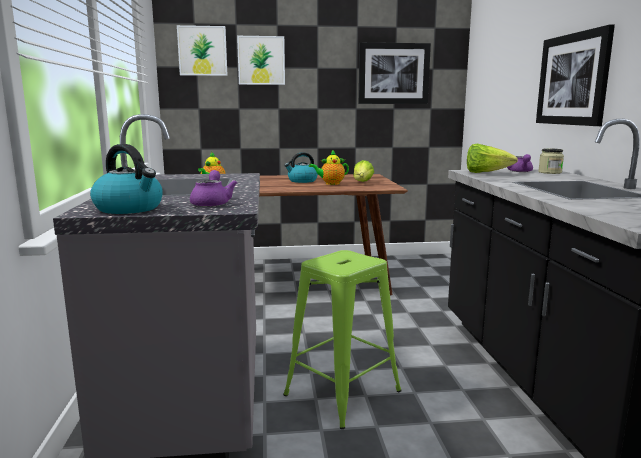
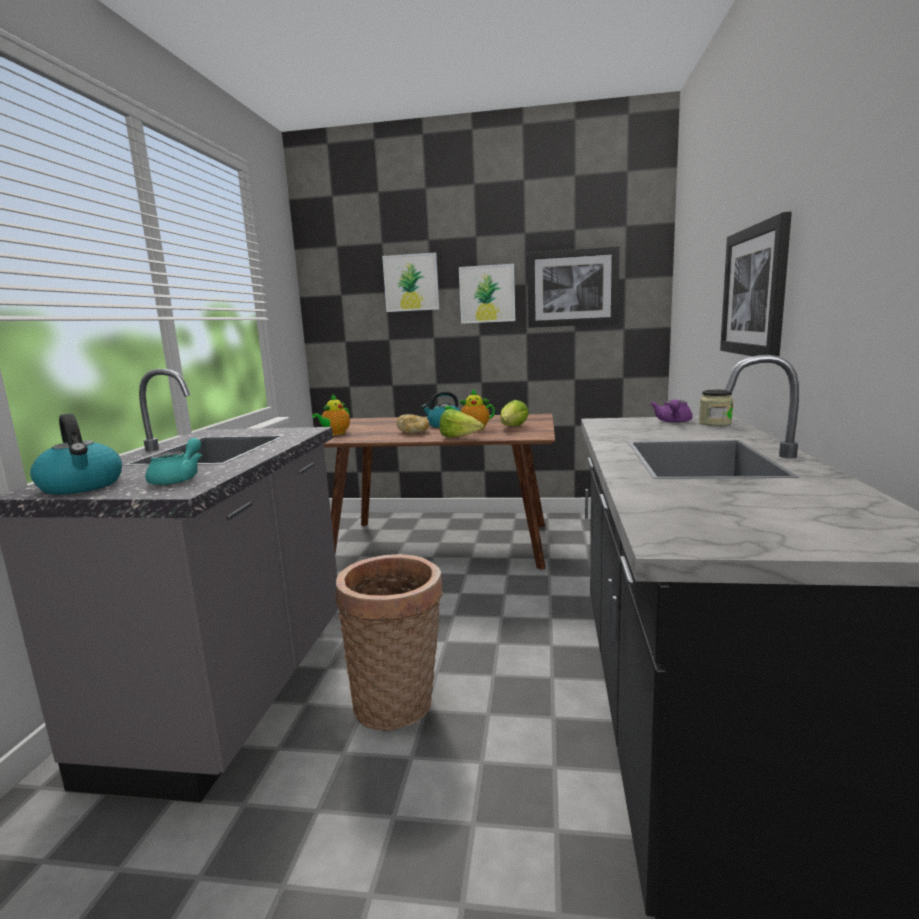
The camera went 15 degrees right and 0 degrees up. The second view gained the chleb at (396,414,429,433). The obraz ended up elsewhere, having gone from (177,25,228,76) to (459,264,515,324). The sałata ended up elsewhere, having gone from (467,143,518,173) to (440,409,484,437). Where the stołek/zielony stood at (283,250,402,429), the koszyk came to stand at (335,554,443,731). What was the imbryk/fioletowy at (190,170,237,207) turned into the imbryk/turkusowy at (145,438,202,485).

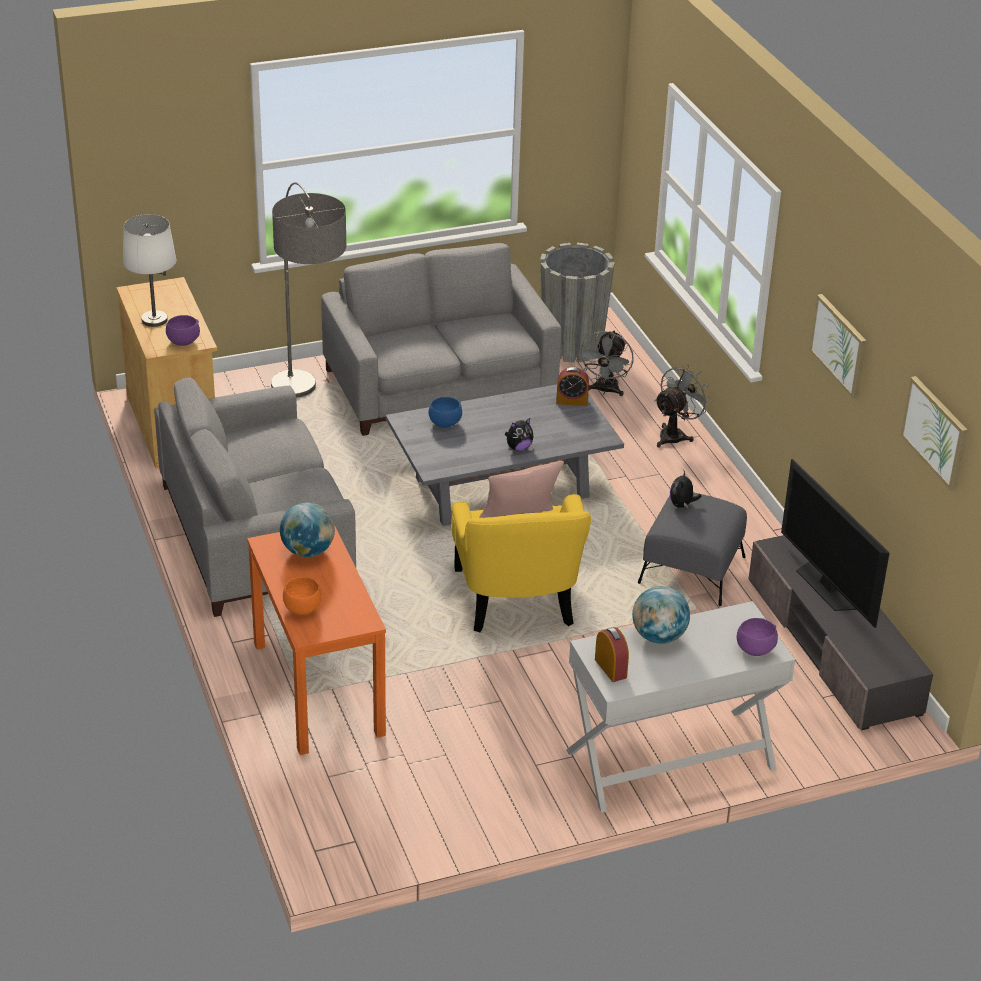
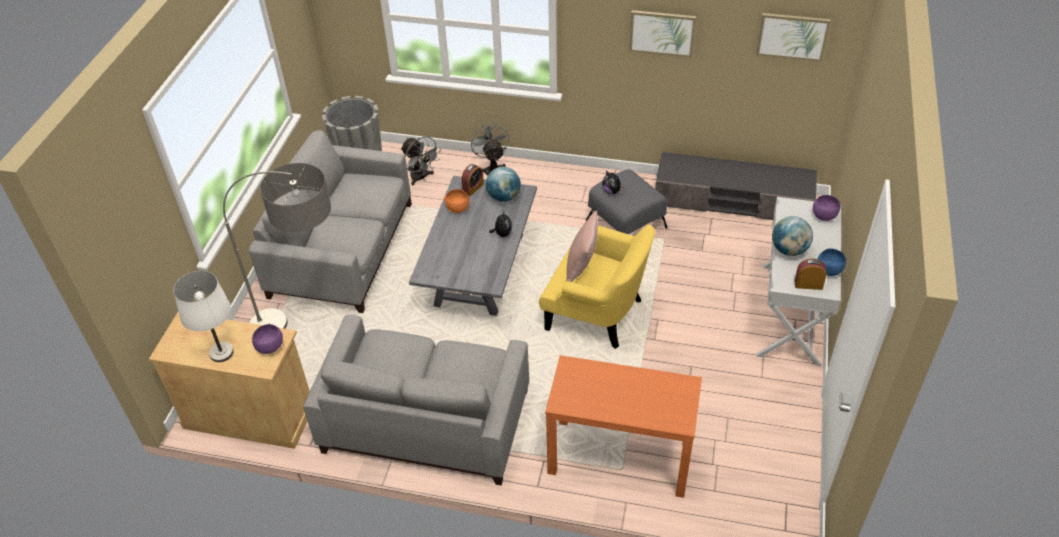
The camera went 55 degrees left and 10 degrees up. The second view lost the telewizor at (781,459,890,628). The globus ended up elsewhere, having gone from (280,503,335,557) to (486,167,521,202). The miska/pomarańczowy ended up elsewhere, having gone from (283,577,322,615) to (444,189,470,213). The miska/niebieski ended up elsewhere, having gone from (428,397,462,428) to (818,248,846,276).

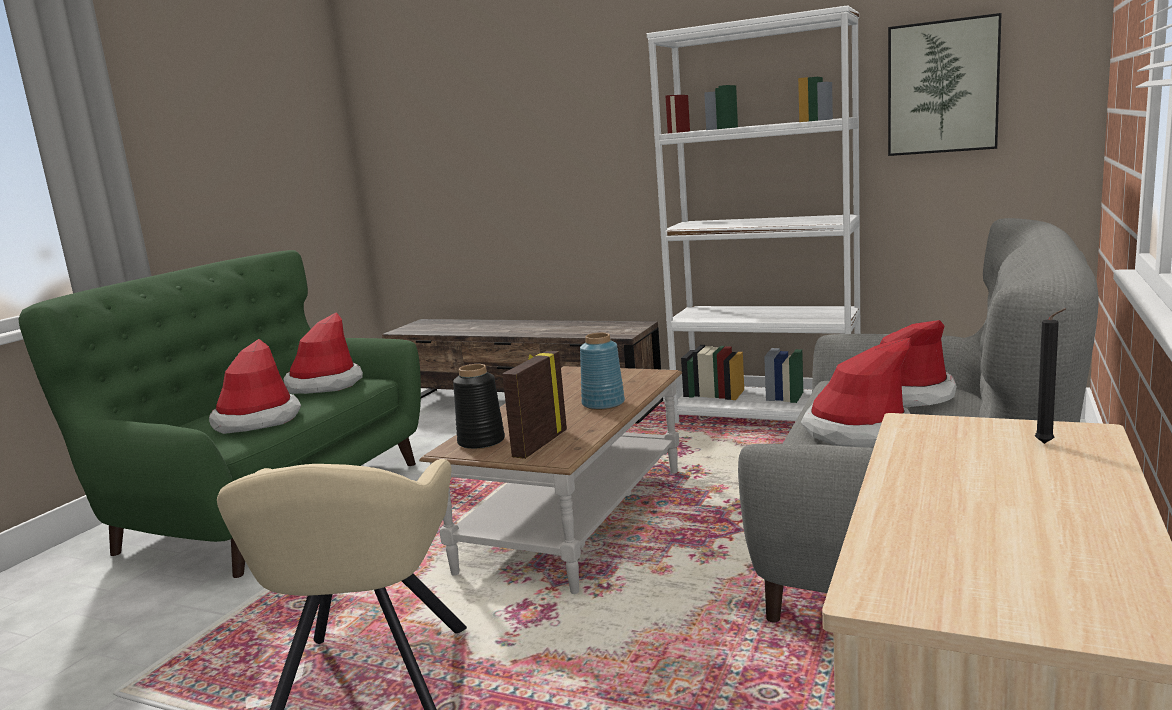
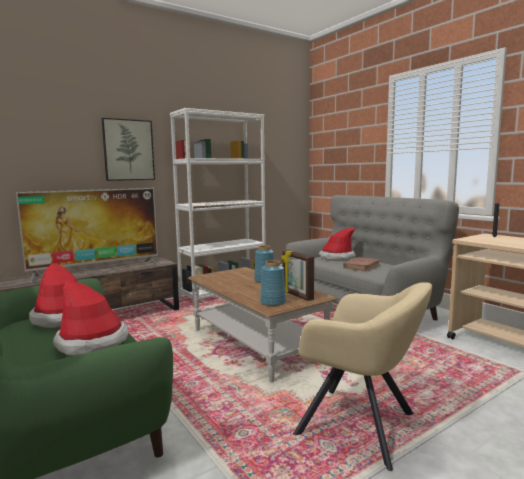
The camera went 60 degrees left and 5 degrees down. The second view gained the telewizor at (16,188,160,283). The obraz ended up elsewhere, having gone from (888,13,1002,156) to (101,118,155,181). Where the kapelusz stood at (800,338,911,448), the książka/brązowy came to stand at (343,257,381,272). What was the wazon/czarny at (453,364,505,449) turned into the wazon/niebieski at (260,260,286,306).

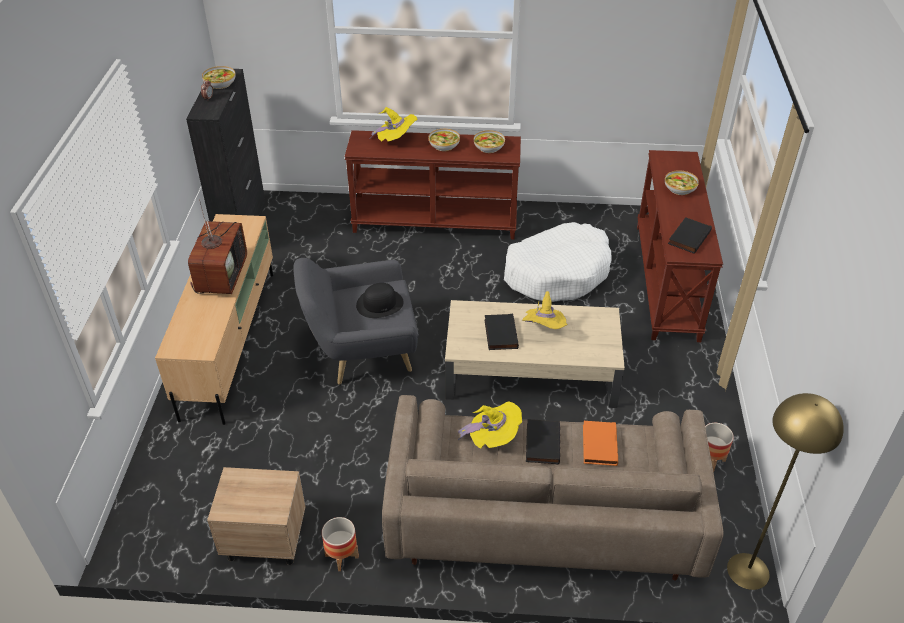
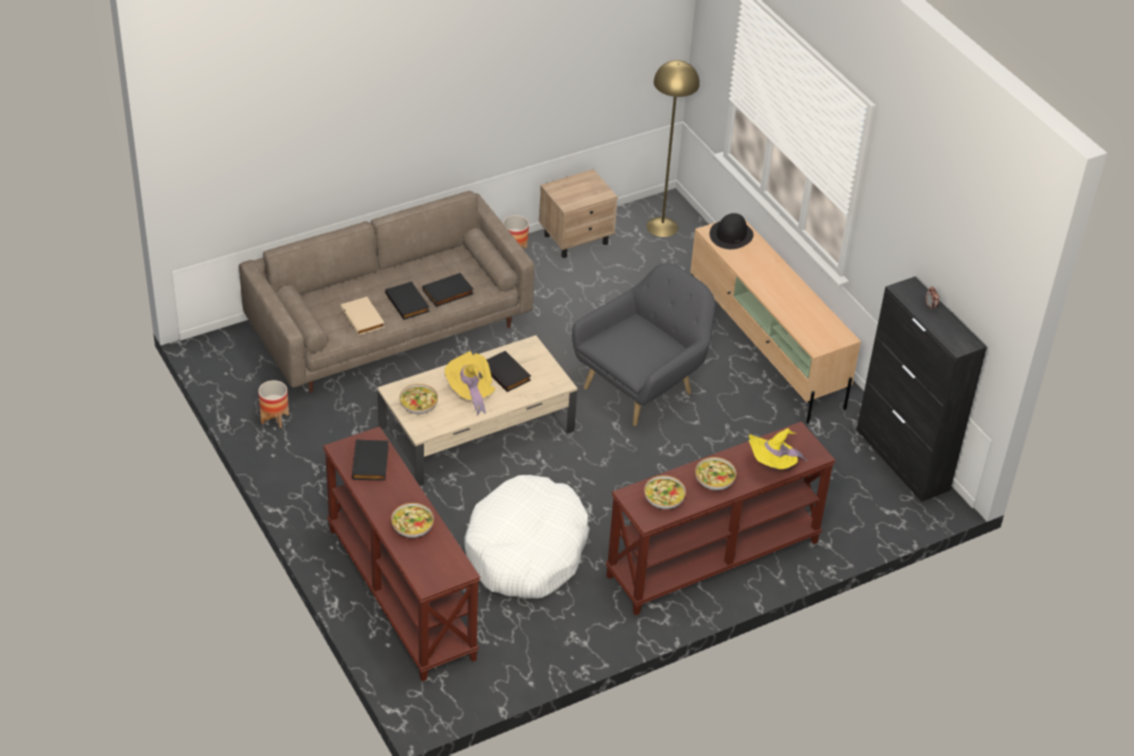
The camera went 145 degrees right and 0 degrees up. The second view lost the telewizor at (188,199,247,294). The miska ended up elsewhere, having gone from (202,66,236,89) to (399,384,438,414). The kapelusz/czarny ended up elsewhere, having gone from (356,283,404,318) to (710,213,754,249). The lampa stojąca/żółty ended up elsewhere, having gone from (727,393,844,590) to (646,60,700,237). Where the kapelusz/żółty stood at (458,402,522,449), the książka/czarny came to stand at (422,273,474,307). What was the książka/pomarańczowy at (583,421,618,466) turned into the książka/beżowy at (340,297,385,336).

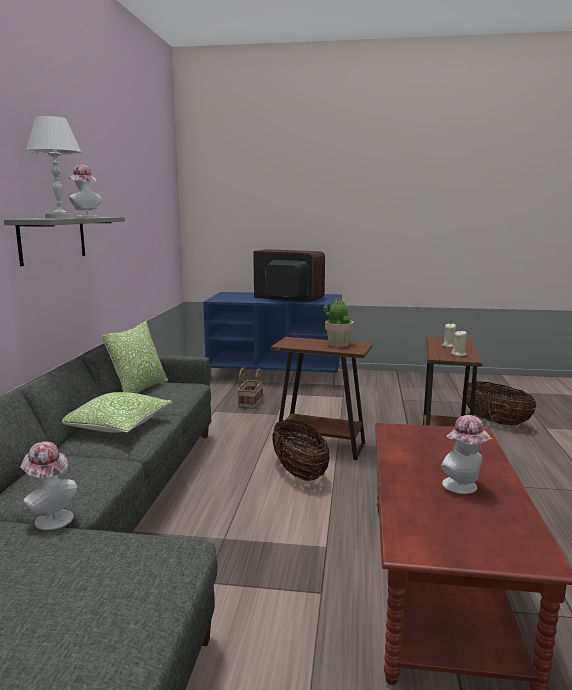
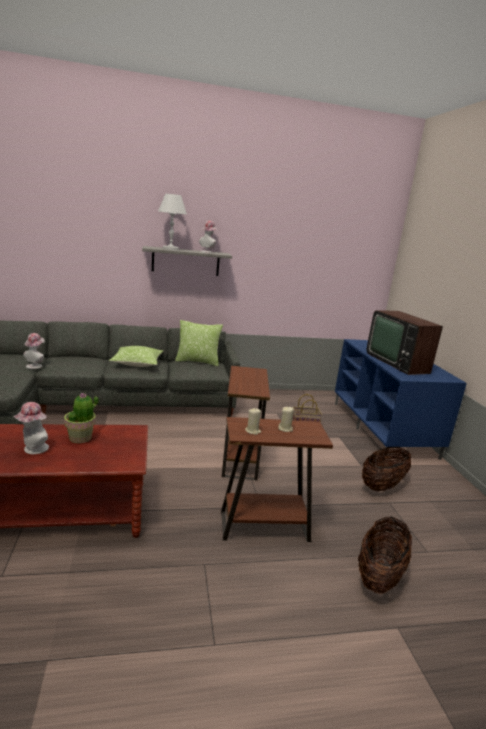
The camera went 70 degrees right and 5 degrees up. The koszyk ended up elsewhere, having gone from (272,420,330,481) to (362,447,411,491). The roślina doniczkowa ended up elsewhere, having gone from (323,298,354,347) to (64,393,98,443). The telewizor at (253,249,325,302) ended up facing another way, 150 degrees clockwise from before.

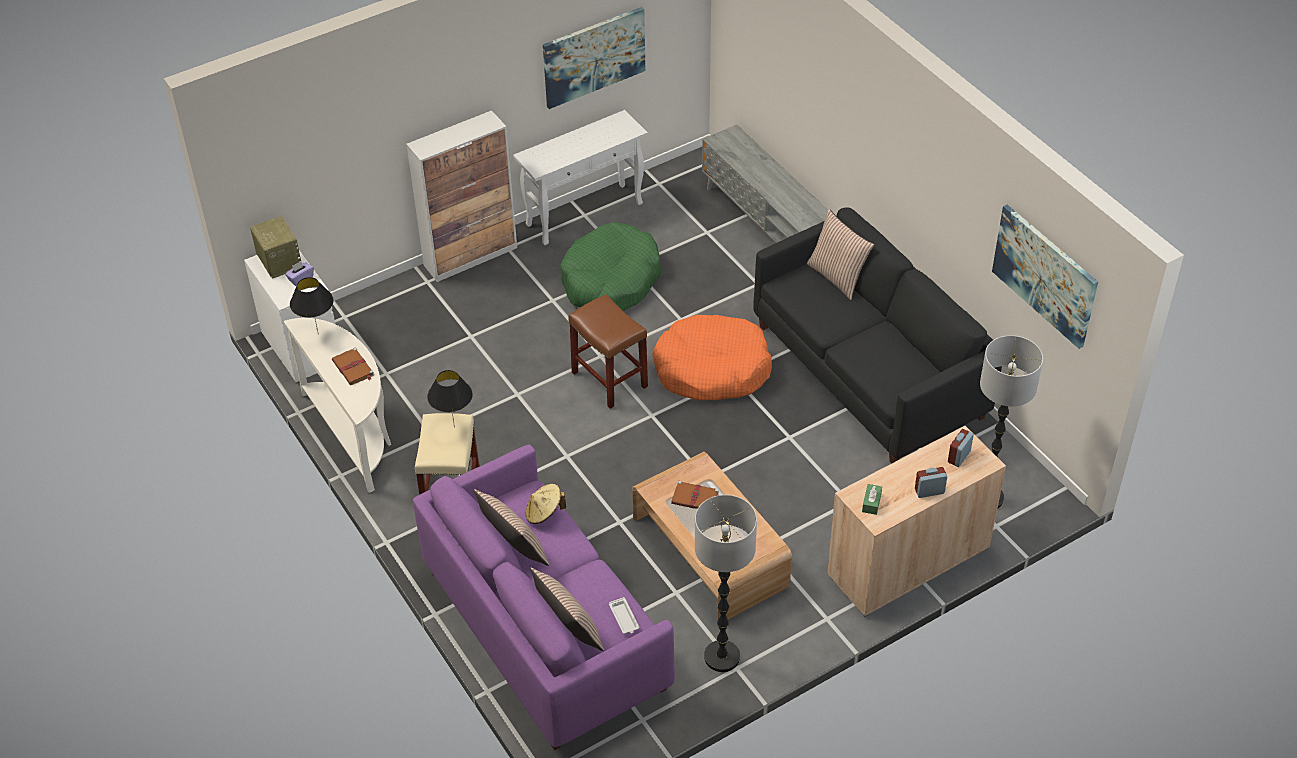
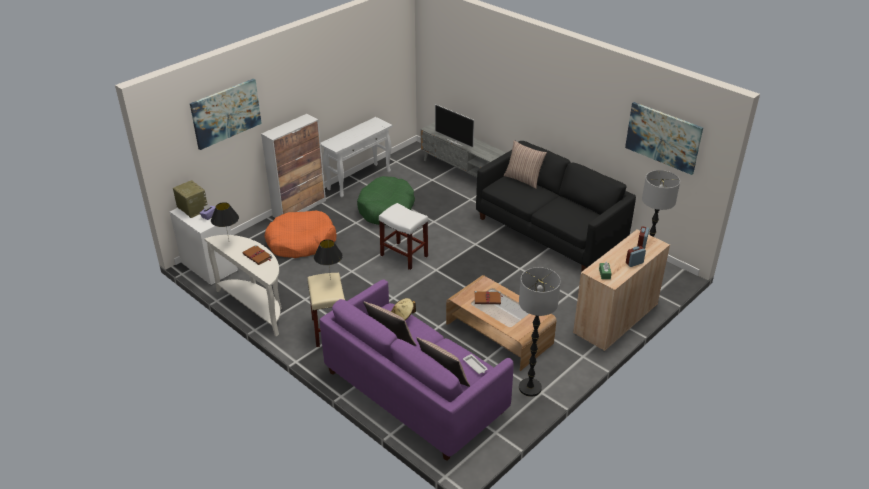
The camera went 15 degrees left and 10 degrees down. The second view gained the telewizor at (435,104,474,148). The obraz ended up elsewhere, having gone from (543,7,645,109) to (190,79,262,150). The legowisko/pomarańczowy ended up elsewhere, having gone from (652,315,772,401) to (264,210,337,258). What was the stołek/brązowy at (568,294,648,409) turned into the stołek/biały at (379,203,428,270).

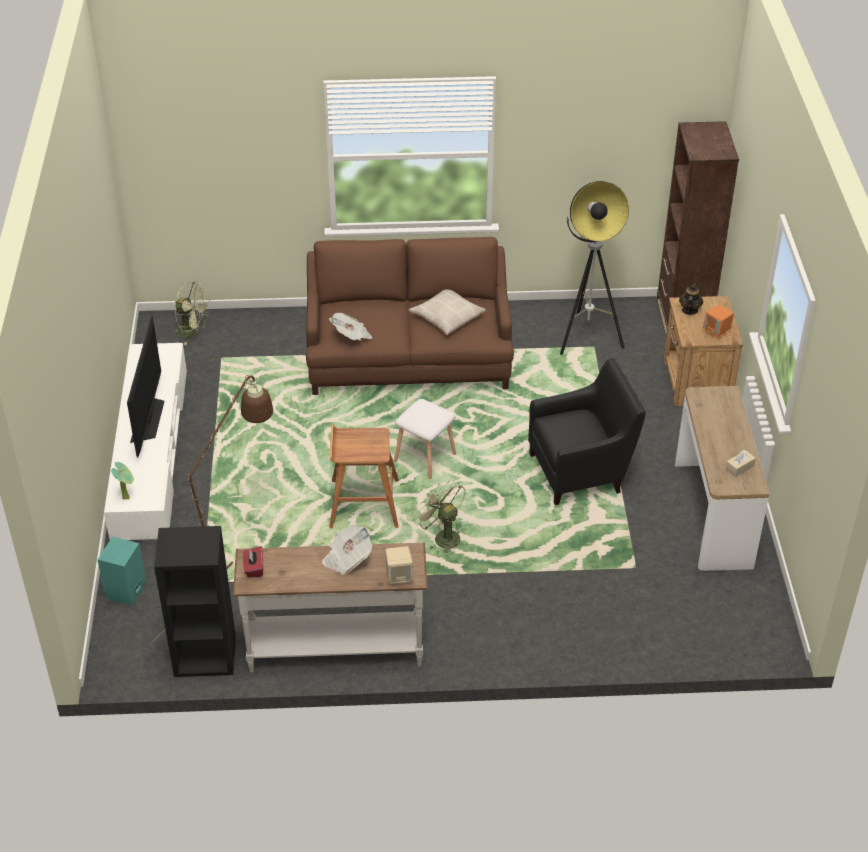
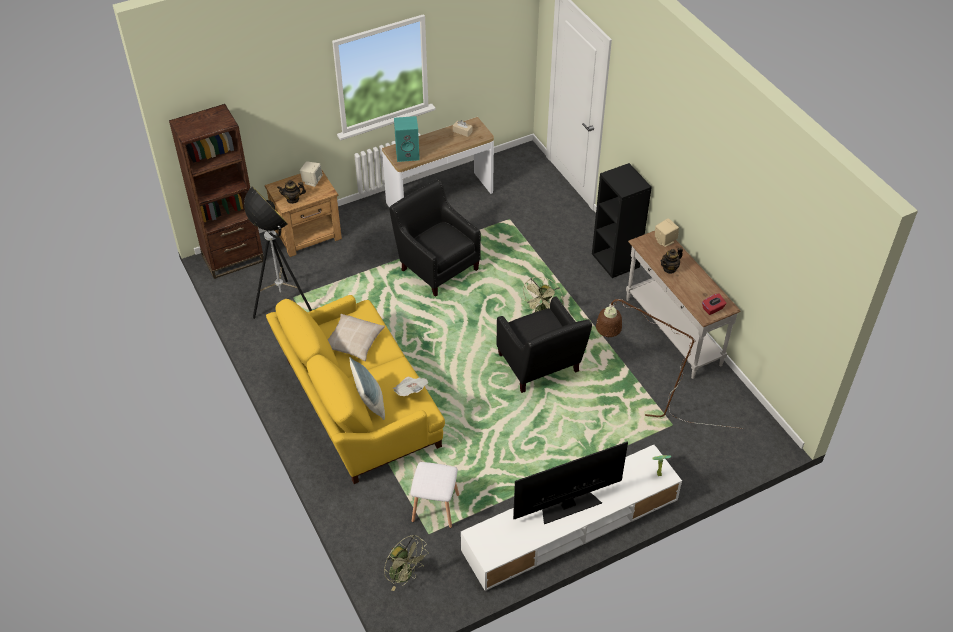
The camera went 115 degrees left and 5 degrees up. The second view gained the poduszka at (350,357,385,420). The głośnik/turkusowy ended up elsewhere, having gone from (97,537,146,605) to (394,116,420,162). The regał/czarny ended up elsewhere, having gone from (154,526,236,677) to (592,163,652,278). The stołek/biały ended up elsewhere, having gone from (394,399,456,479) to (410,462,459,528). Where the gazeta stood at (322,524,372,575), the imbryk came to stand at (661,247,683,274). Where the stołek/brązowy stood at (329,424,399,528), the fotel/czarny came to stand at (496,296,592,393). What was the kanapa/brązowy at (306,237,514,395) turned into the kanapa/żółty at (266,295,445,484). What was the głośnik/pomarańczowy at (703,305,734,339) turned into the głośnik/beżowy at (300,161,323,187). The wentylator/zielony at (174,281,211,345) ended up facing another way, 135 degrees clockwise from before.

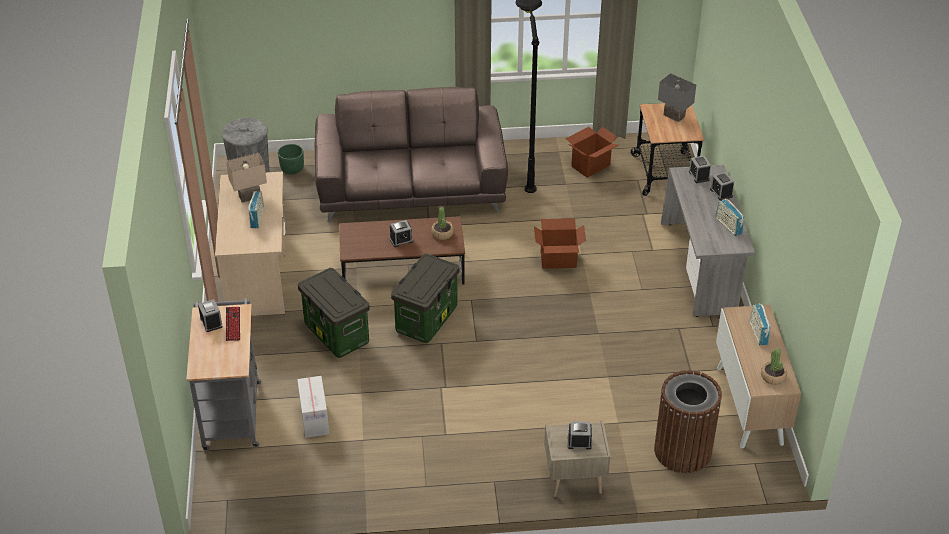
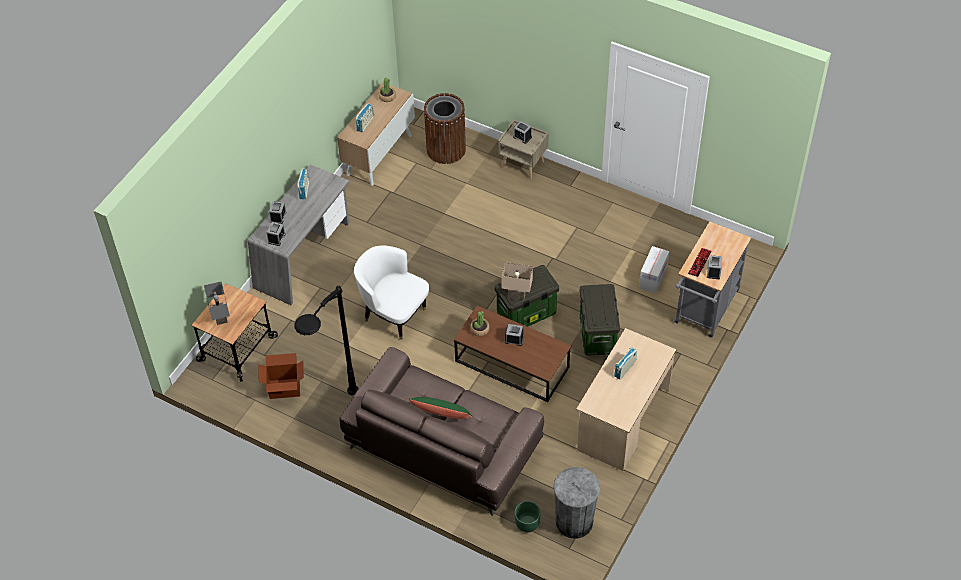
The camera went 145 degrees left and 10 degrees up. The second view gained the poduszka/zielony at (409,397,473,419). The lampa stołowa/beżowy ended up elsewhere, having gone from (226,153,267,203) to (501,262,533,299). Where the karton stood at (534,218,586,269), the fotel/biały came to stand at (354,246,429,339).

